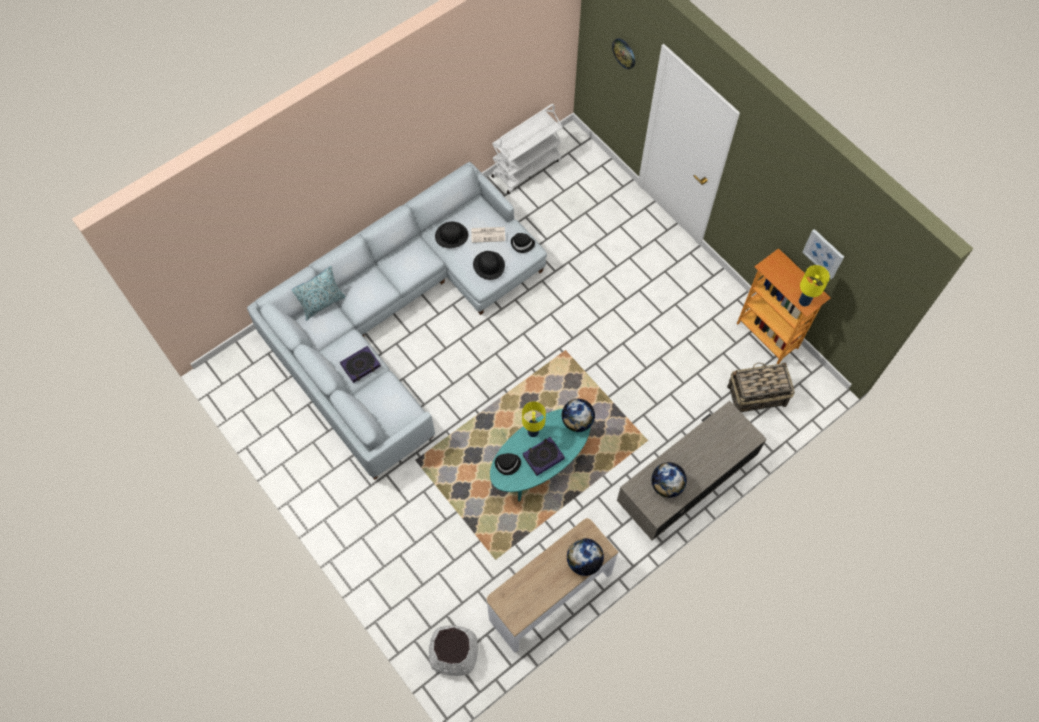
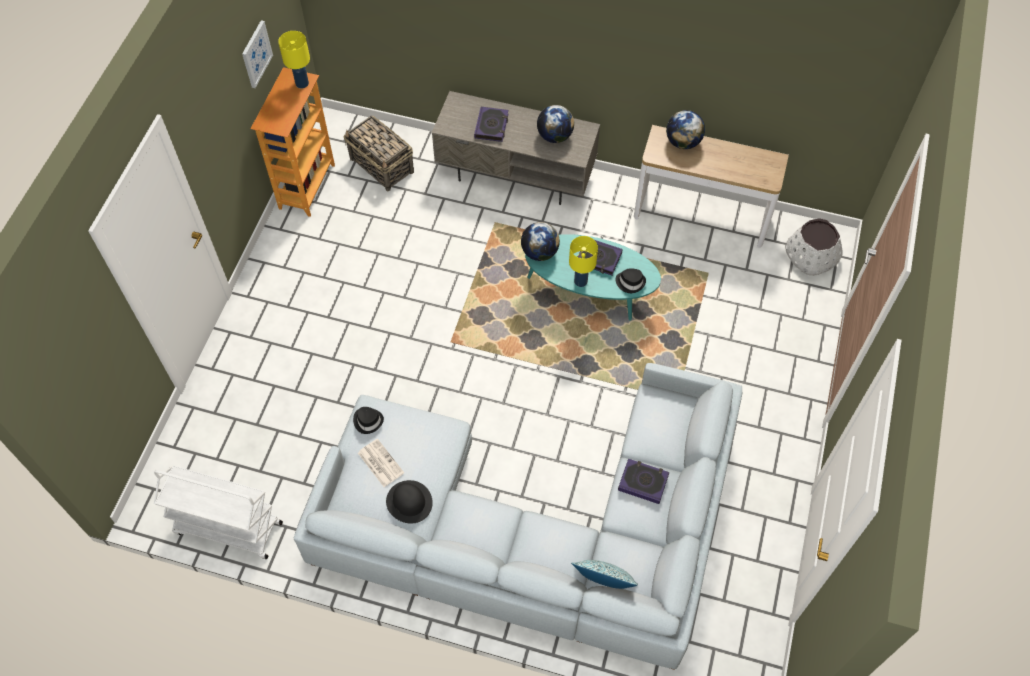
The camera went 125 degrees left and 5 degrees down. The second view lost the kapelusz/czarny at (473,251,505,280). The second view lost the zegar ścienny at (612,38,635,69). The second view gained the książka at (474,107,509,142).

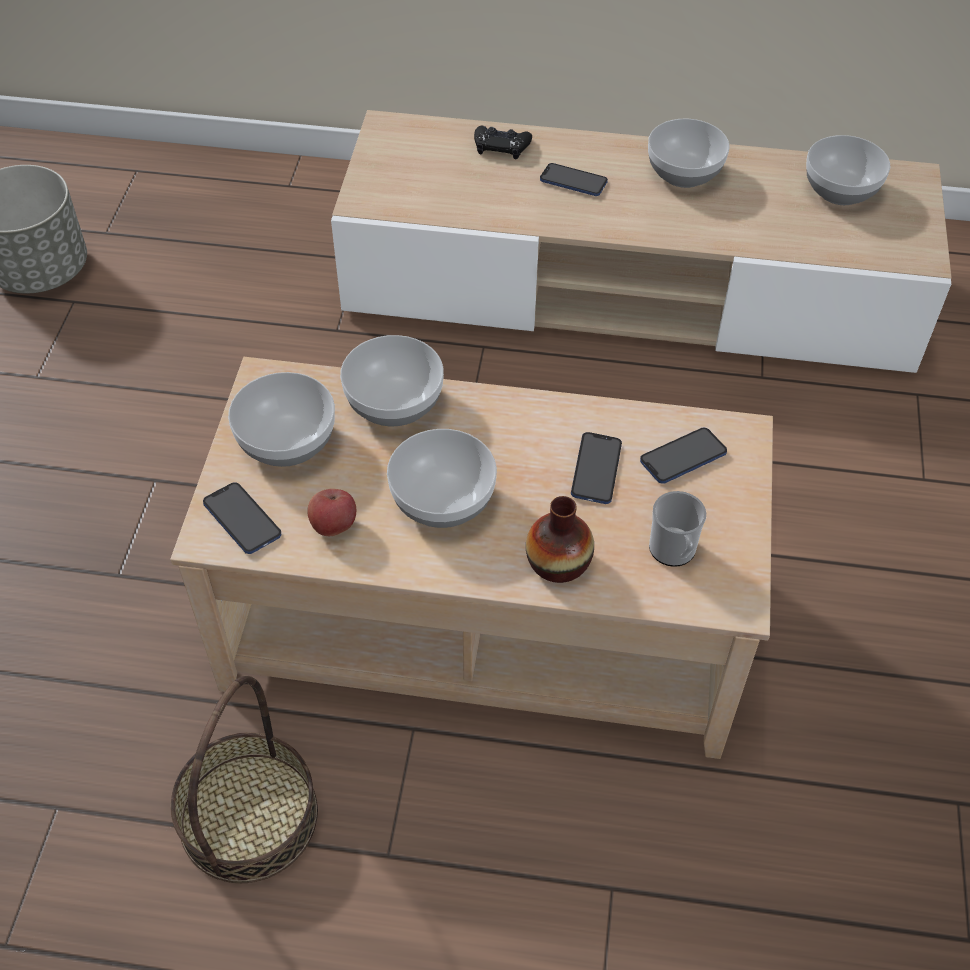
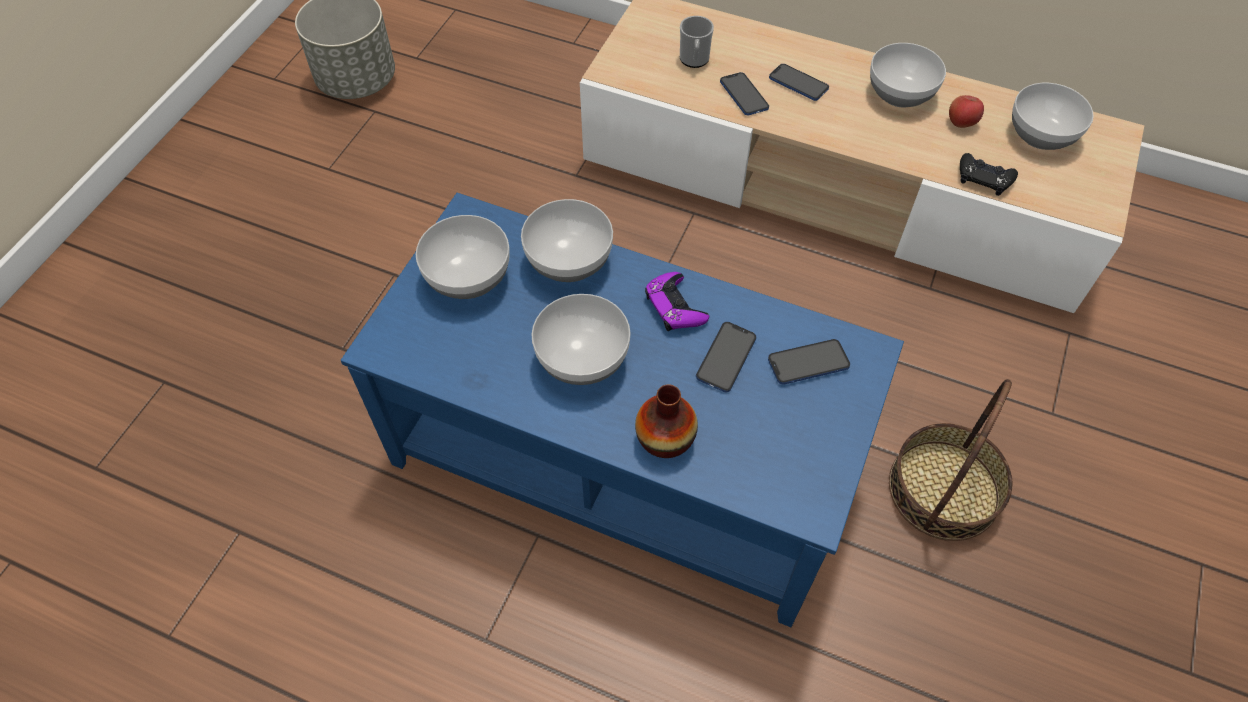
The camera went 15 degrees right and 5 degrees up. The second view gained the pad do gier/fioletowy at (645,272,709,331). The koszyk ended up elsewhere, having gone from (171,676,318,883) to (889,379,1012,541). The telefon ended up elsewhere, having gone from (203,482,281,554) to (720,72,769,115). The jabłko ended up elsewhere, having gone from (307,489,356,536) to (949,95,984,128). The pad do gier/czarny ended up elsewhere, having gone from (474,125,532,159) to (960,153,1018,196). The kubek ended up elsewhere, having gone from (649,491,706,567) to (680,16,714,68). What was the ława/beżowy at (170,357,773,759) turned into the ława/niebieski at (341,193,904,627).

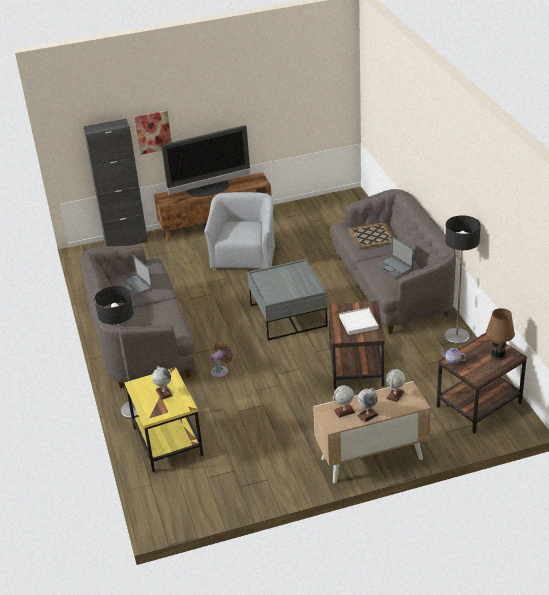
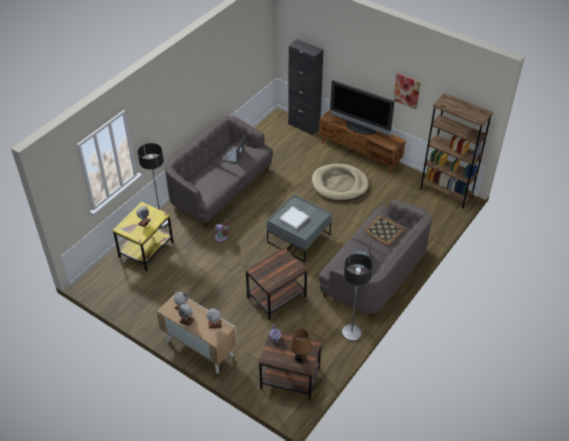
The camera went 50 degrees right and 10 degrees up. The second view gained the regał/brązowy at (420,93,493,208). The obraz ended up elsewhere, having gone from (134,110,172,155) to (393,73,421,109). The taca/biały ended up elsewhere, having gone from (339,307,378,335) to (279,206,309,230). Where the fotel/szary stood at (204,192,275,270), the legowisko/beżowy came to stand at (312,164,369,201).

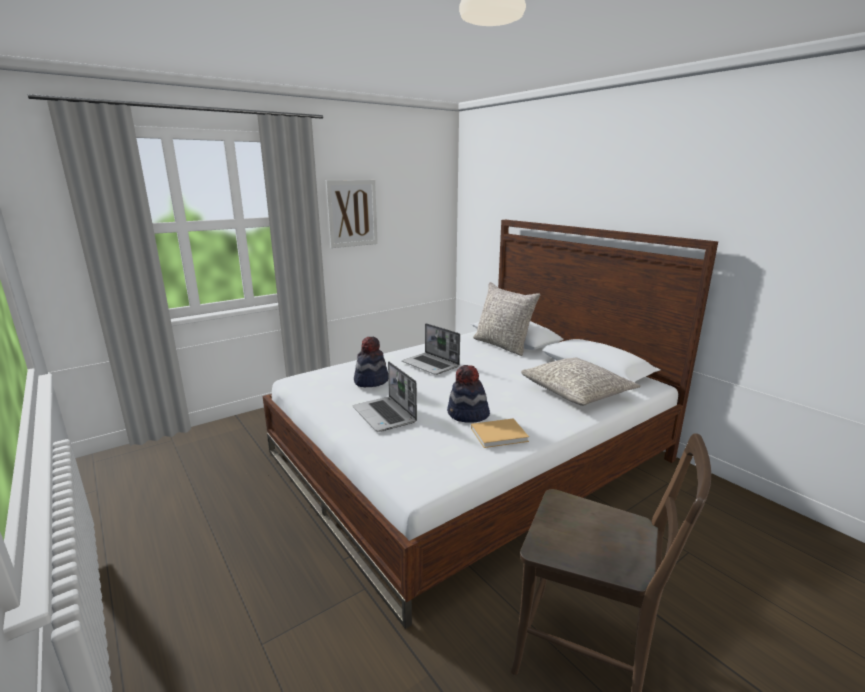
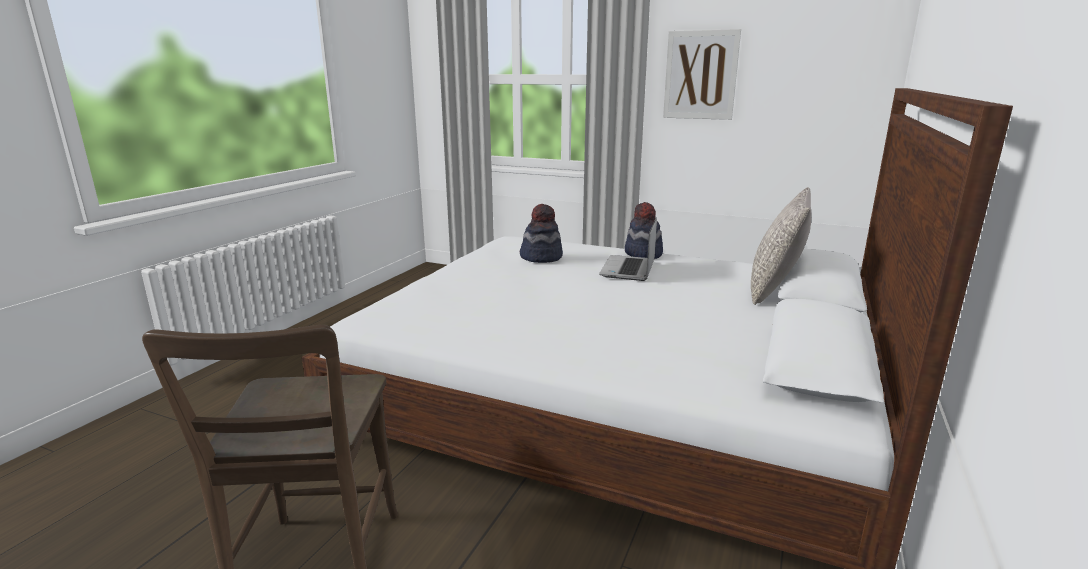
The camera went 60 degrees right and 0 degrees up. The second view lost the laptop at (353,361,417,432). The second view lost the książka/beżowy at (471,418,529,448). The second view lost the poduszka/szary at (521,357,641,406). The kapelusz ended up elsewhere, having gone from (447,365,490,423) to (625,202,663,259).

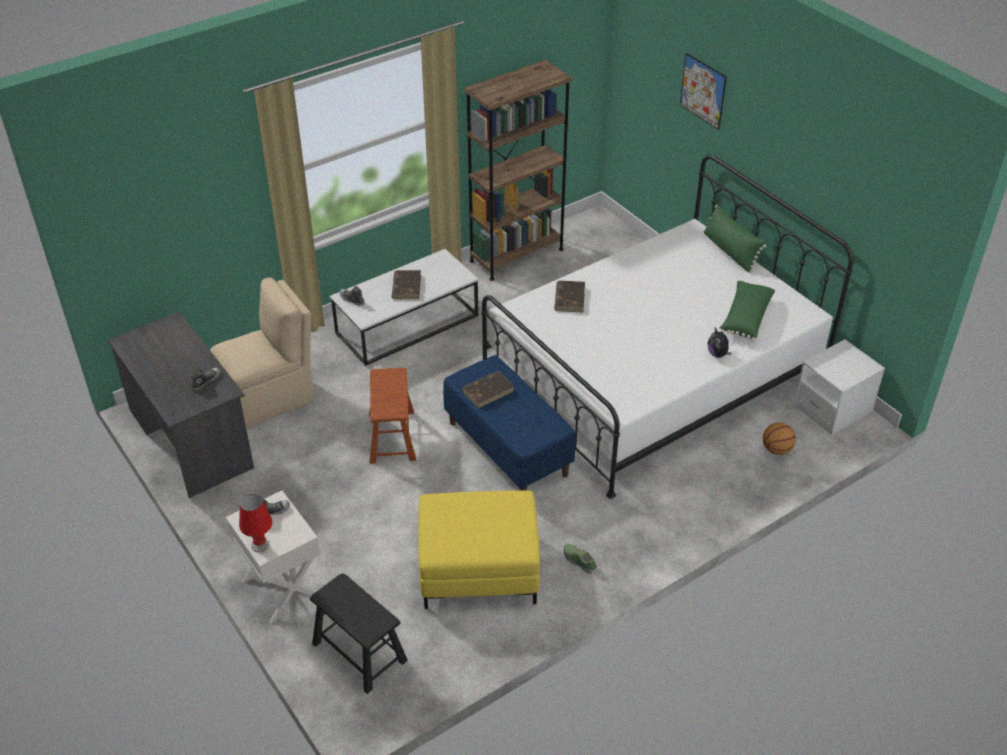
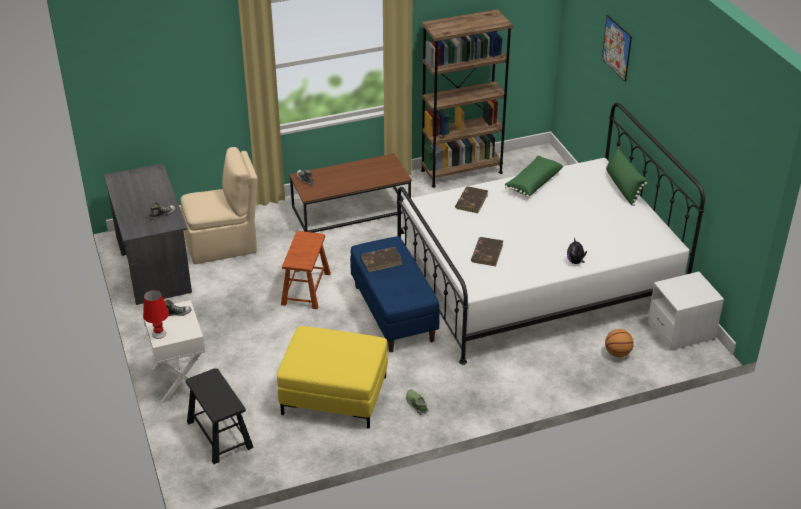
The camera went 15 degrees right and 5 degrees down. The książka/brązowy ended up elsewhere, having gone from (392,270,421,299) to (471,237,503,266). The poduszka/zielony ended up elsewhere, having gone from (720,281,775,341) to (504,156,564,197). What was the ława/biały at (330,249,479,366) turned into the ława/brązowy at (289,153,412,233).

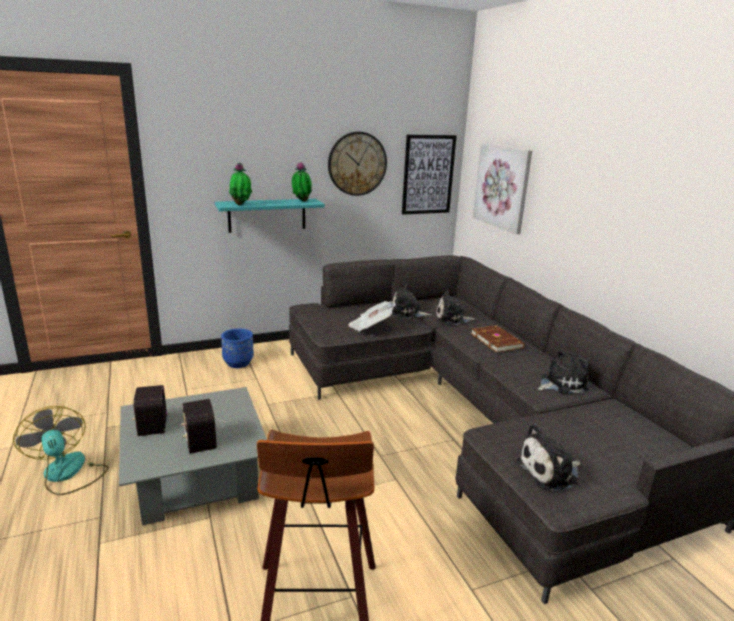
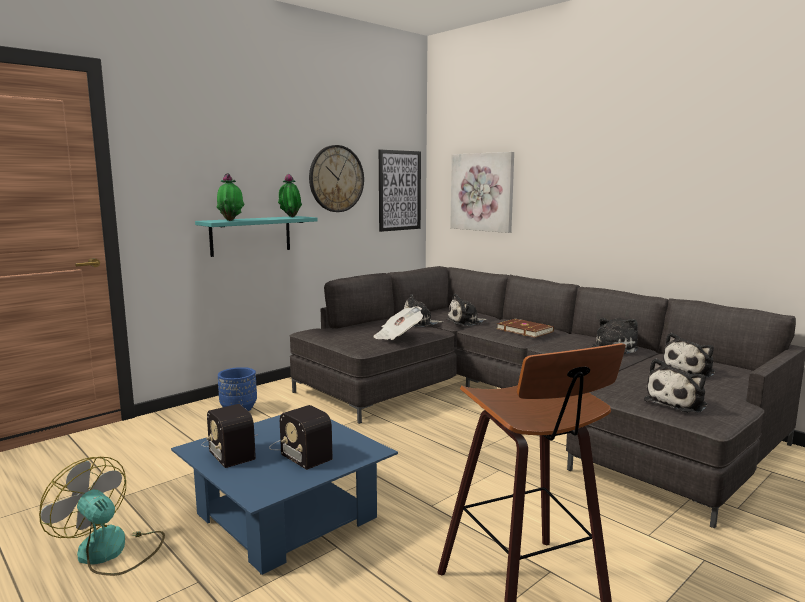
The camera went 20 degrees left and 10 degrees down. The second view gained the pluszak at (663,333,716,378). What was the ława/szary at (119,387,267,526) turned into the ława/niebieski at (171,415,398,575).

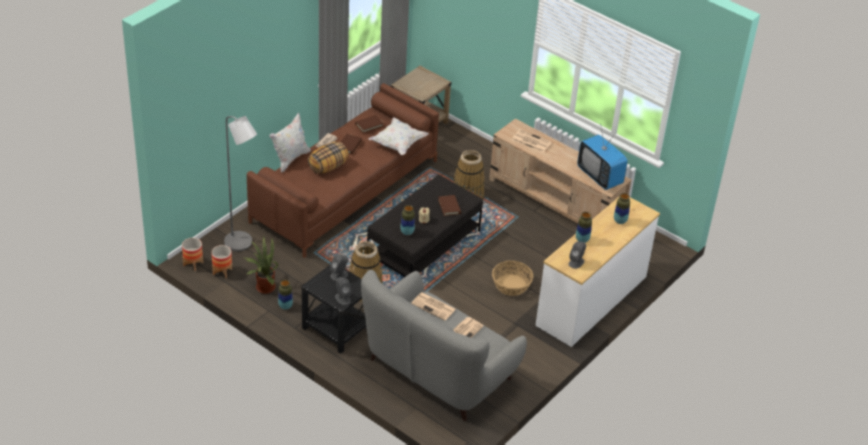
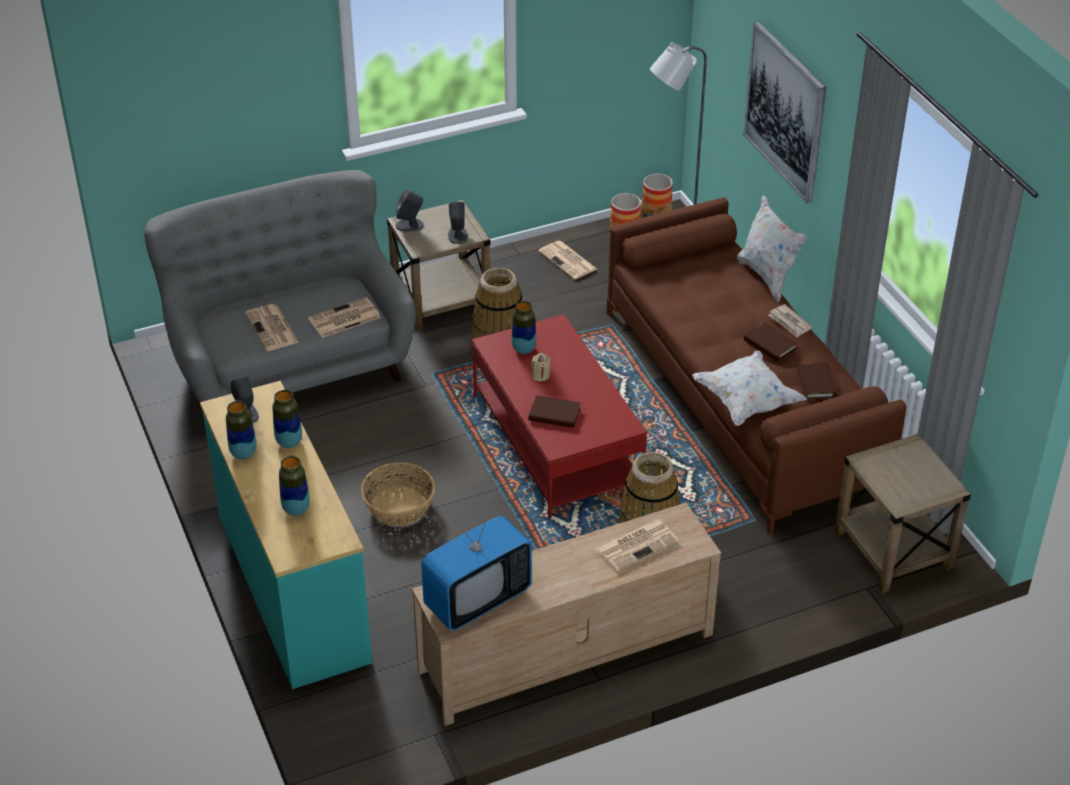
The camera went 120 degrees right and 0 degrees up. The second view lost the poduszka at (308,142,349,174). The second view gained the obraz at (743,22,826,203). The wazon ended up elsewhere, having gone from (278,280,293,310) to (226,401,256,459). Where the roślina doniczkowa stood at (245,236,278,294), the gazeta came to stand at (538,241,597,280). What was the stolik/czarny at (301,264,367,354) turned into the stolik/beżowy at (387,200,490,331). What was the ława/czarny at (367,174,483,277) turned into the ława/czerwony at (472,314,647,518). What was the komoda/biały at (535,196,660,347) turned into the komoda/turkusowy at (200,381,372,689). The telewizor at (577,128,628,190) ended up facing another way, 150 degrees clockwise from before.

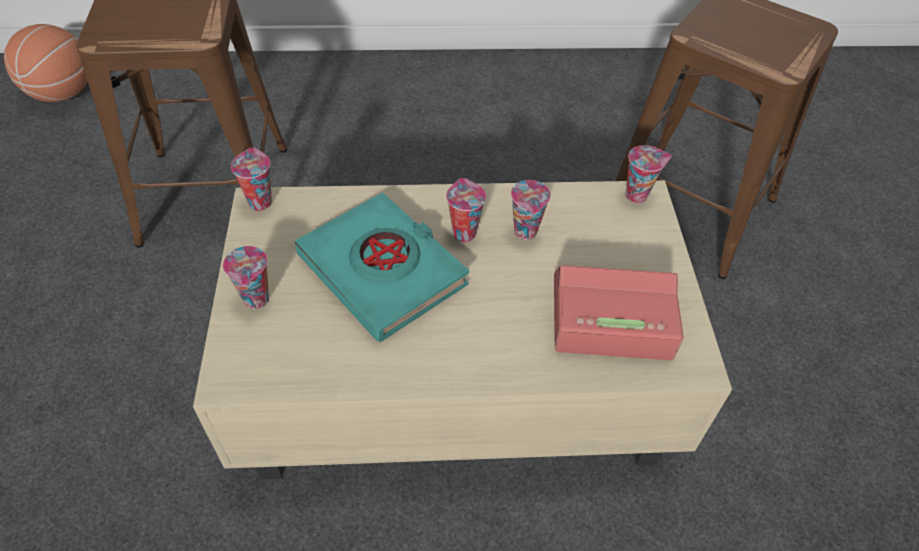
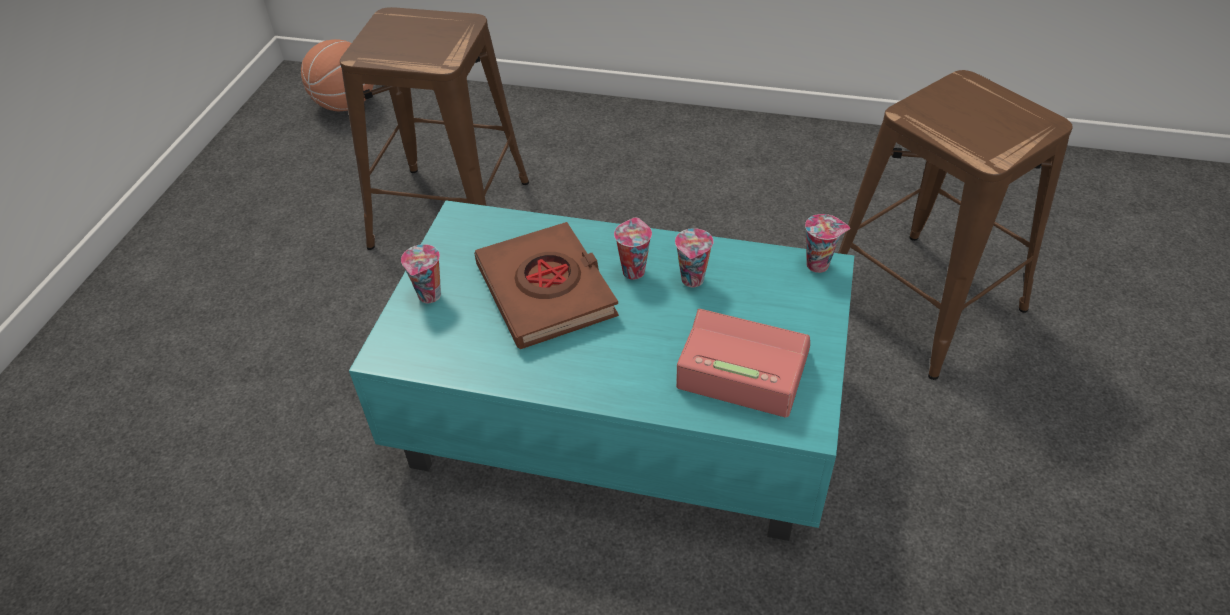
The camera went 20 degrees right and 5 degrees down. The second view lost the filiżanka at (231,147,272,211). What was the ława/beżowy at (193,180,732,479) turned into the ława/turkusowy at (349,200,854,541). What was the książka/turkusowy at (295,192,469,342) turned into the książka/brązowy at (474,222,619,349).

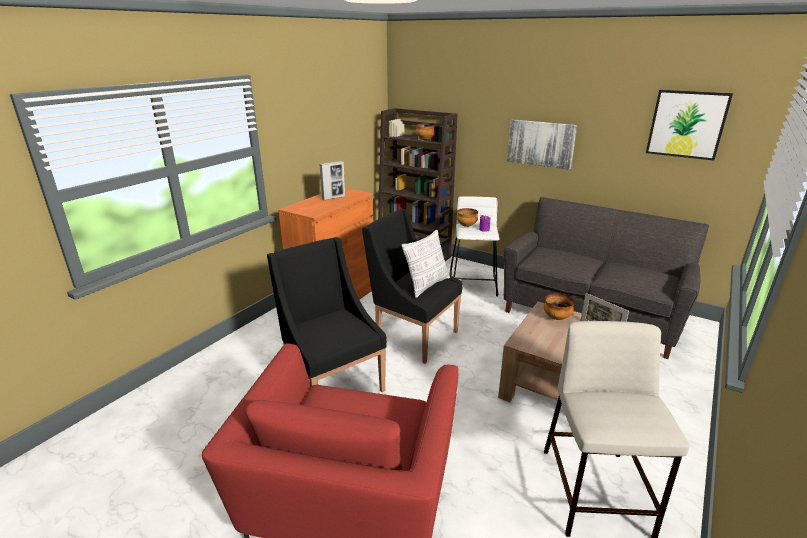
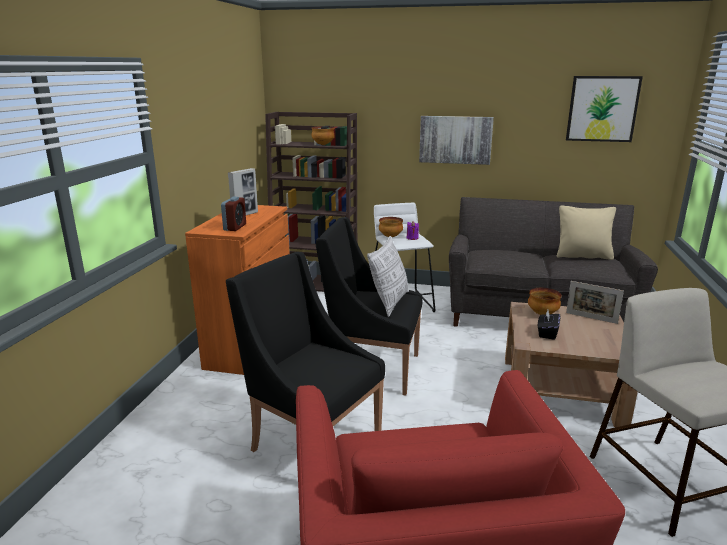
The camera went 20 degrees left and 5 degrees down. The second view gained the budzik at (221,197,246,231). The second view gained the pudełko chusteczek/czarny at (538,310,560,340). The second view gained the poduszka/beżowy at (557,205,616,260).

